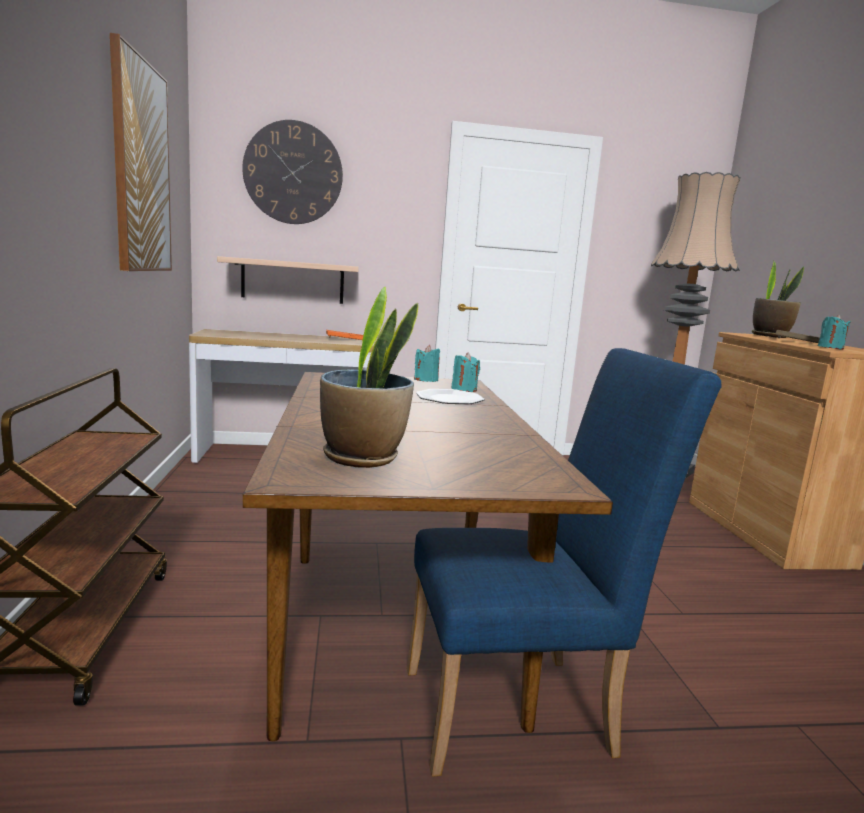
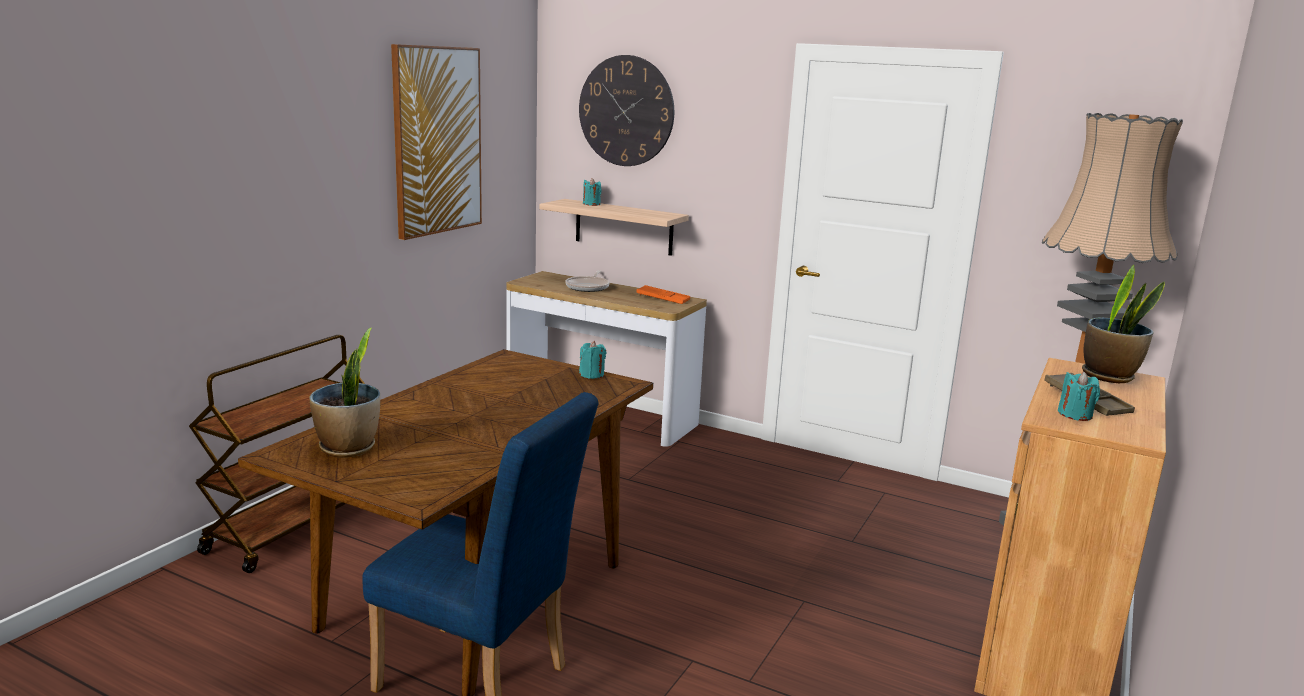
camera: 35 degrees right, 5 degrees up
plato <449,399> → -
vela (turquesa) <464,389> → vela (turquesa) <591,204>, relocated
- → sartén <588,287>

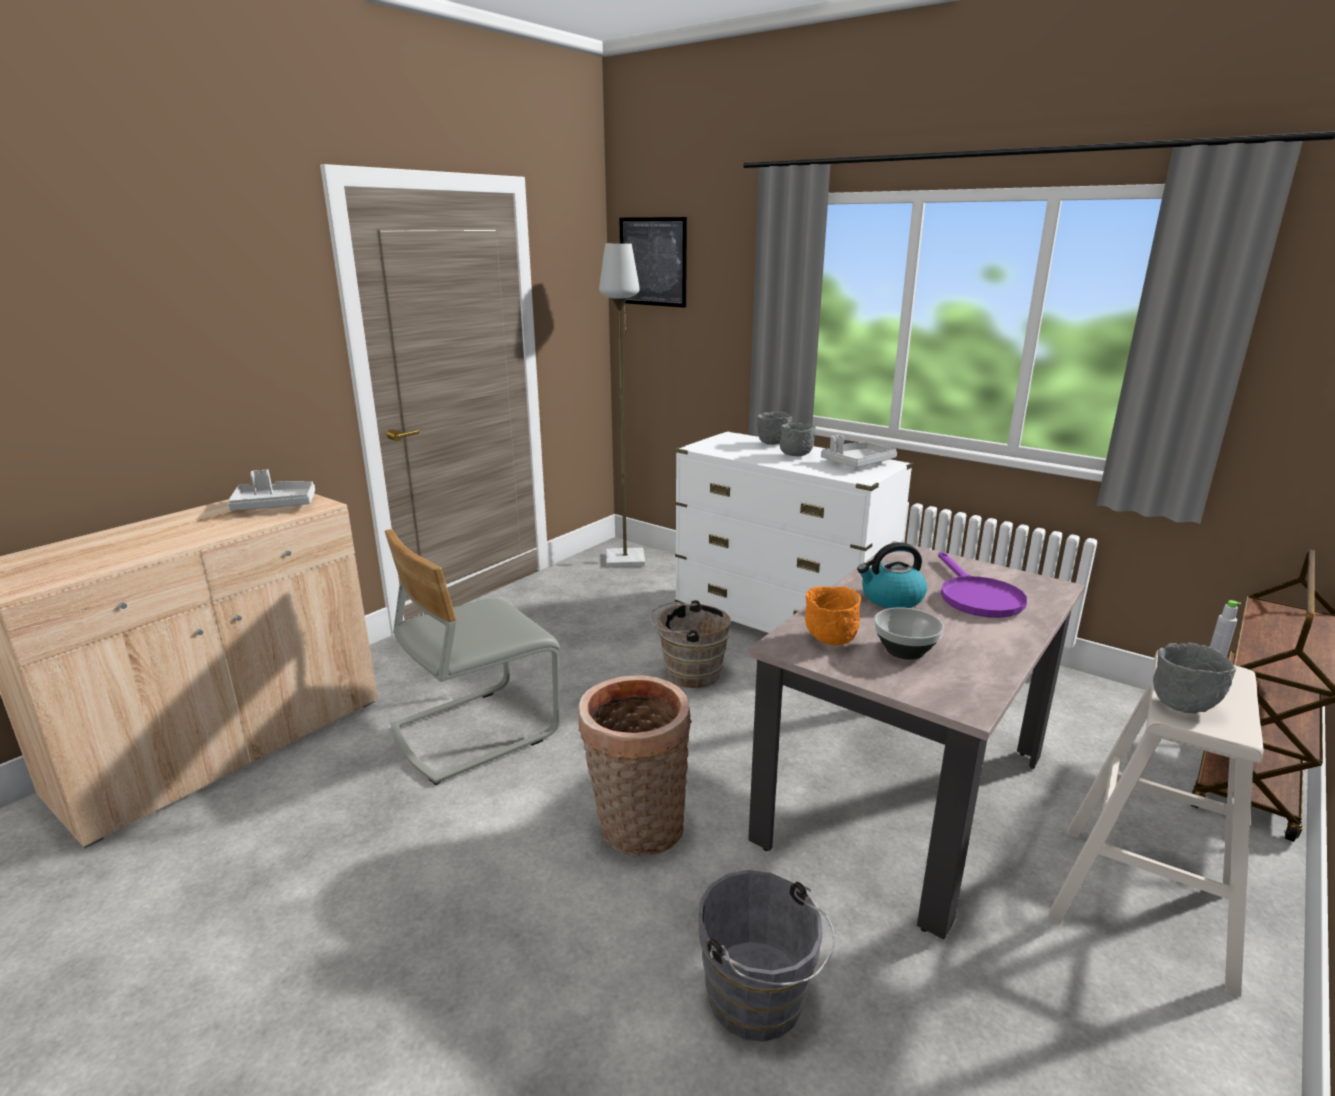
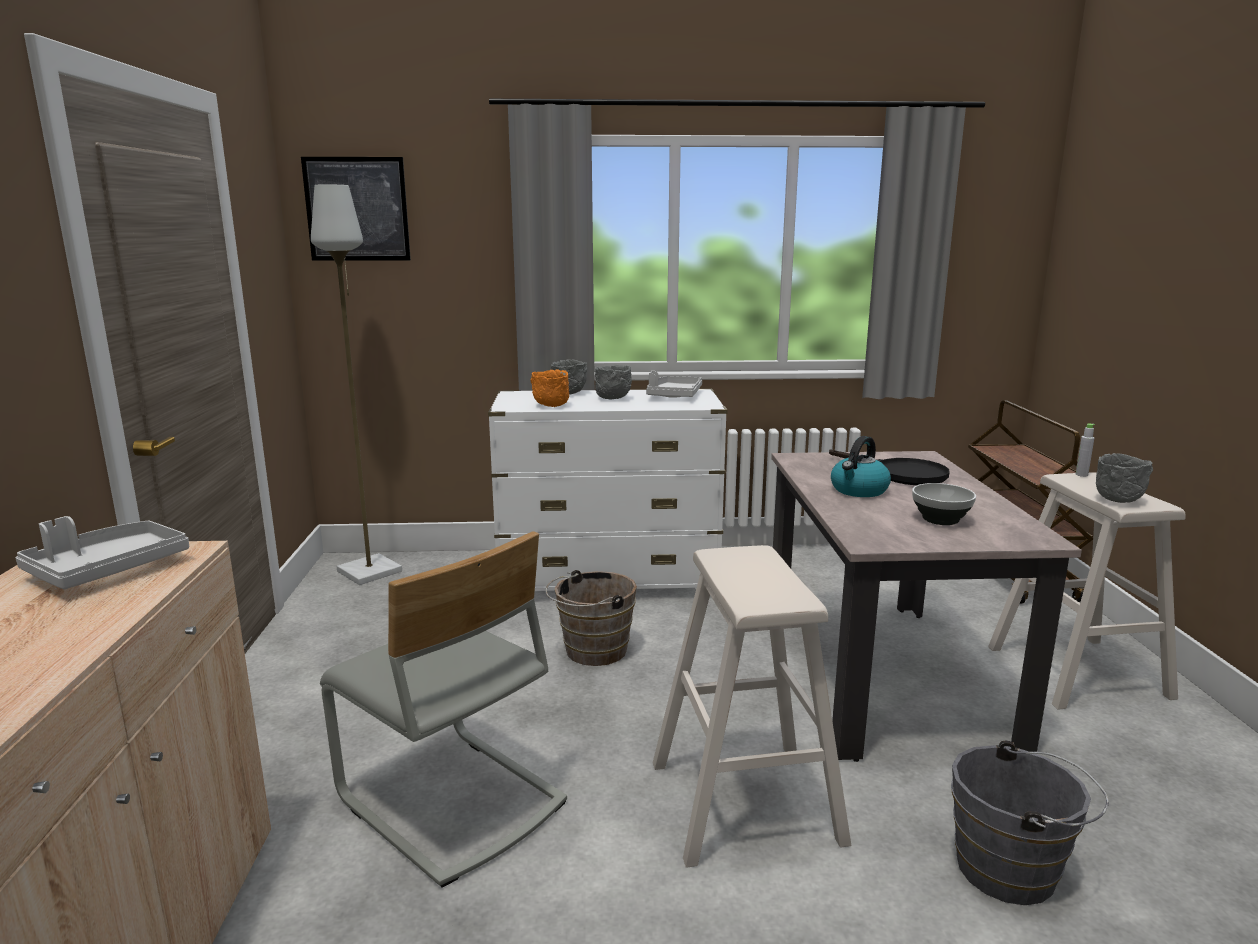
camera: 40 degrees left, 5 degrees down
silla (gris) <474,730> → silla (gris) <450,802>, 60 degrees counterclockwise
cesta <636,829> → taburete (beis) <745,802>
cuenco (naranja) <831,639> → cuenco (naranja) <551,406>, relocated
sartén (morado) <975,597> → sartén (negro) <900,474>

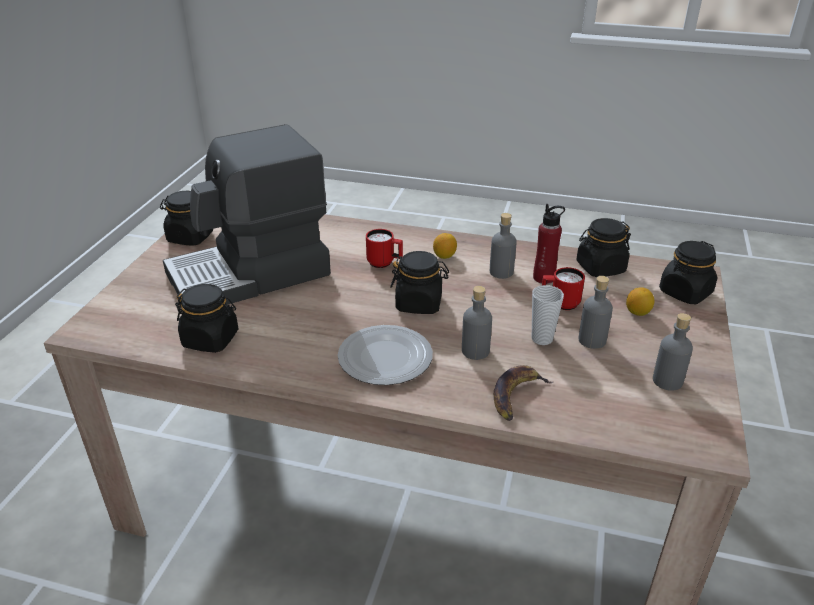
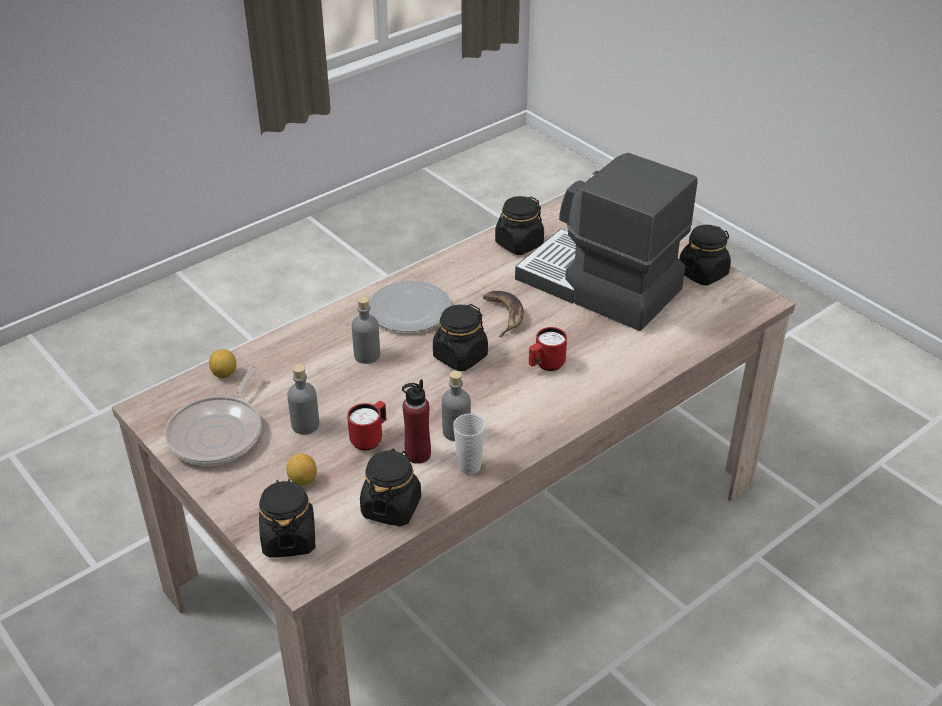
camera: 125 degrees right, 5 degrees up
cafetera <250,275> → cafetera <598,286>, 60 degrees counterclockwise
limón <444,256> → limón <224,374>, relocated
plátano <516,395> → plátano <504,315>, relocated
taza <542,339> → taza <469,467>, relocated
botella (gris) <667,381> → sartén <218,433>

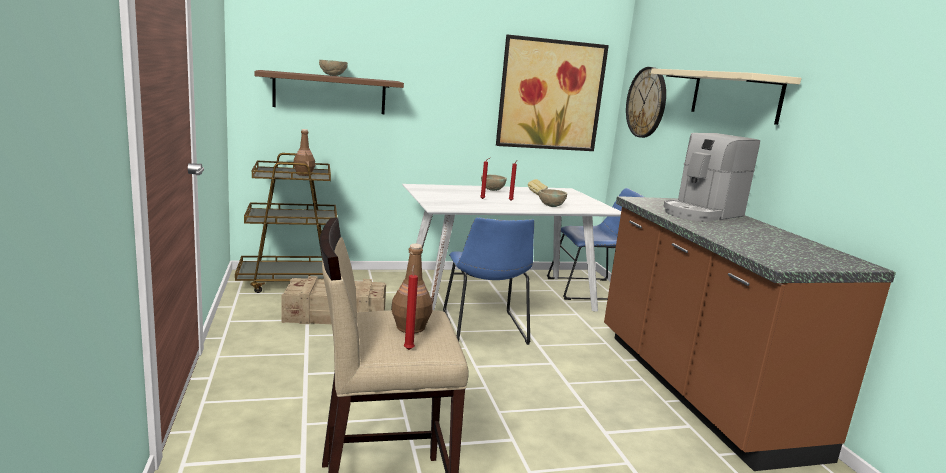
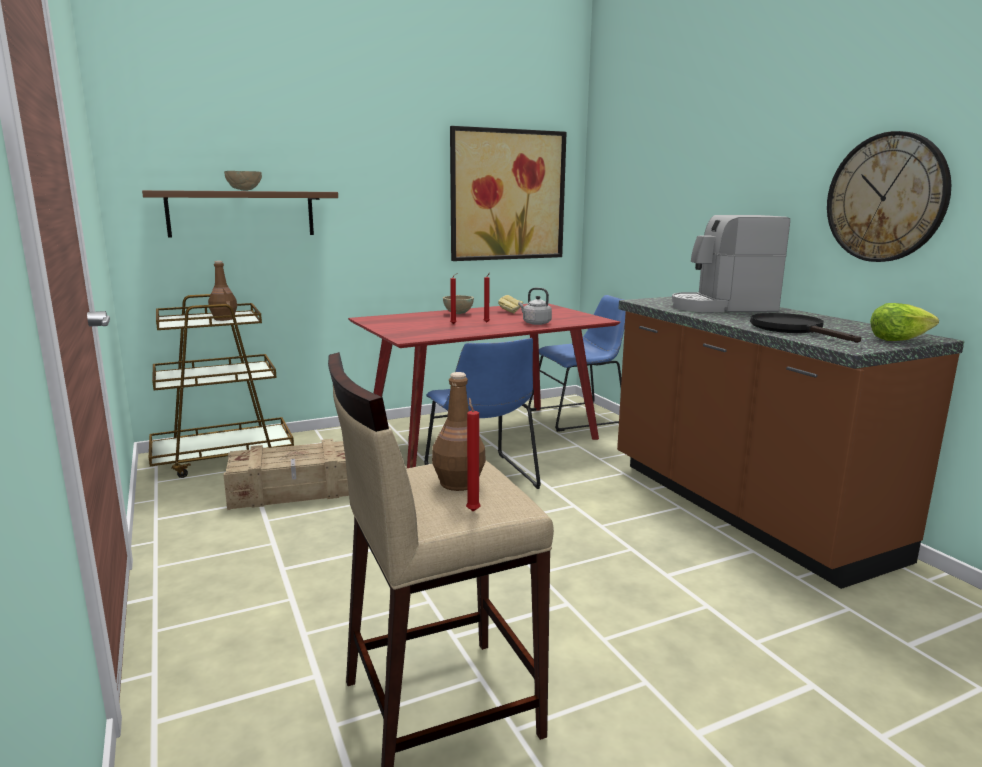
camera: 10 degrees left, 0 degrees up
mesa de comedor (blanco) <499,296> → mesa de comedor (rojo) <482,438>
cuenco (beis) <551,206> → hervidor (gris) <535,323>
reloj de pared <646,102> → reloj de pared <886,198>, relocated
estante (beis) <735,96> → -
cafetera <701,213> → cafetera <722,307>, 45 degrees clockwise
- → sartén (negro) <793,329>
- → lechuga <898,339>

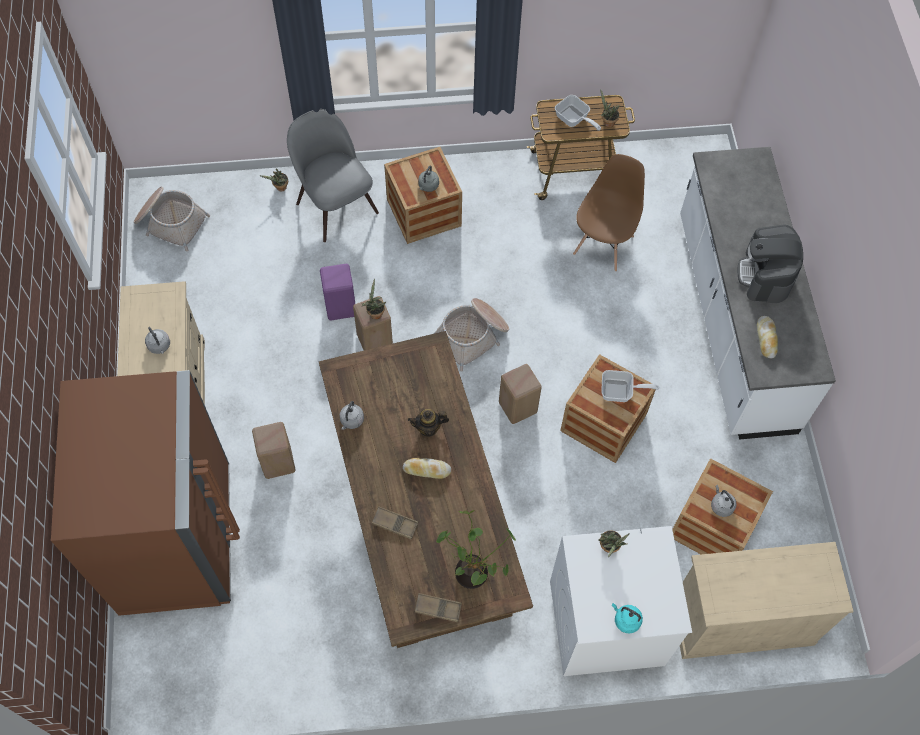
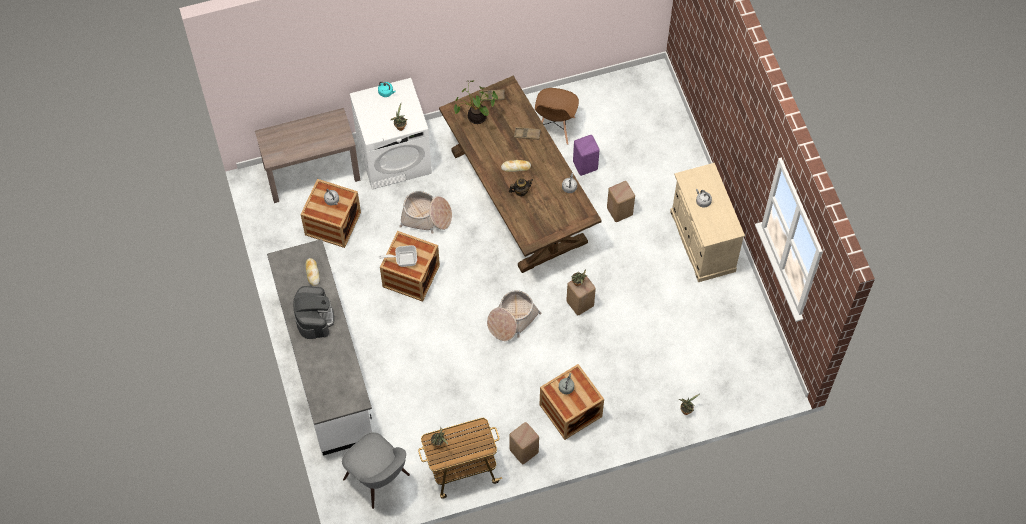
camera: 170 degrees right, 0 degrees up
nevera (marrón) <177,539> → -
cesta <170,222> → cesta <426,217>, relocated
silla (gris) <335,205> → silla (gris) <378,479>, relocated
taburete (morado) <339,306> → taburete (morado) <586,165>, relocated
taburete (beis) <519,408> → taburete (beis) <523,451>, relocated
sartén <574,120> → -
silla (marrón) <603,245> → silla (marrón) <555,128>, relocated
armario (beis) <741,620> → mesa consola (marrón) <312,173>

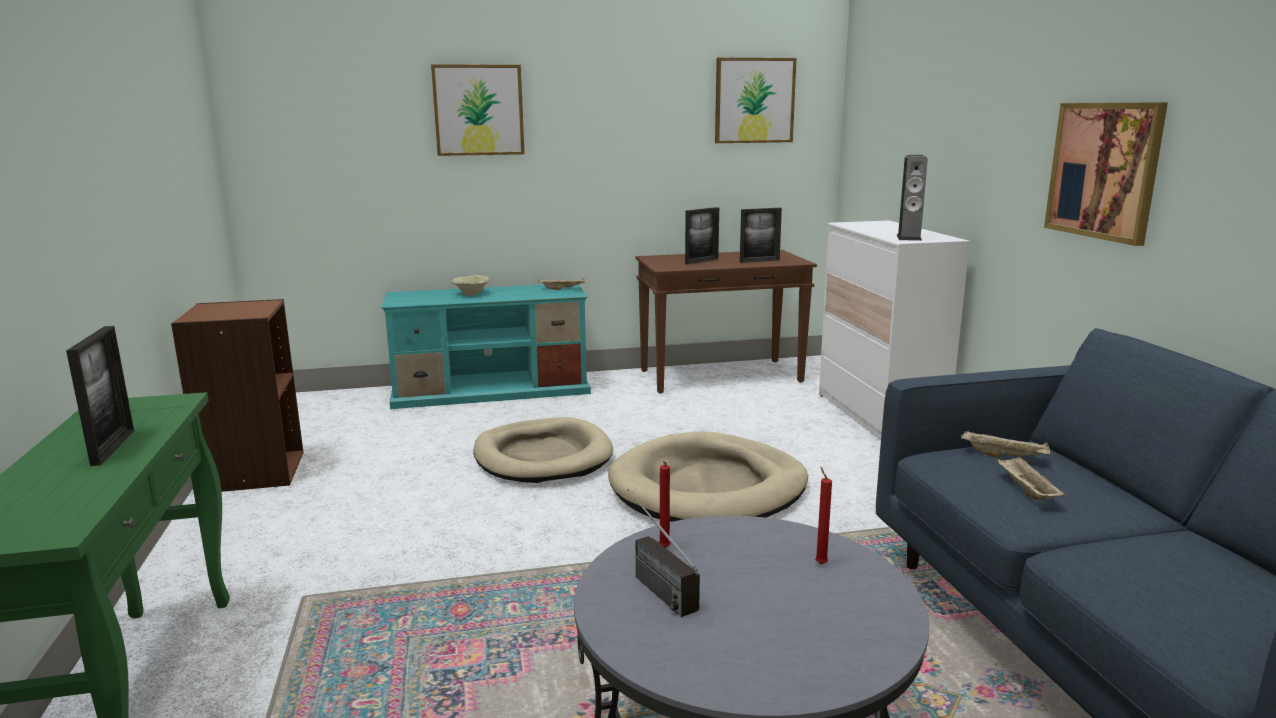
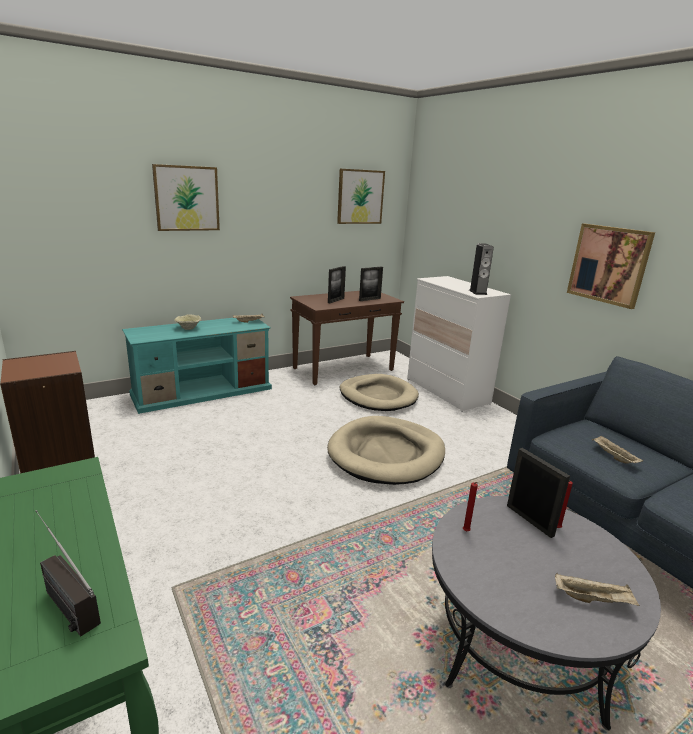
camera: 20 degrees left, 5 degrees up
portarretratos <113,447> → portarretratos <529,520>, relocated
cama para perro (beis) <543,456> → cama para perro (beis) <378,396>, relocated
radio <651,583> → radio <61,597>, relocated
bandeja (beis) <1005,456> → bandeja (beis) <593,599>, relocated

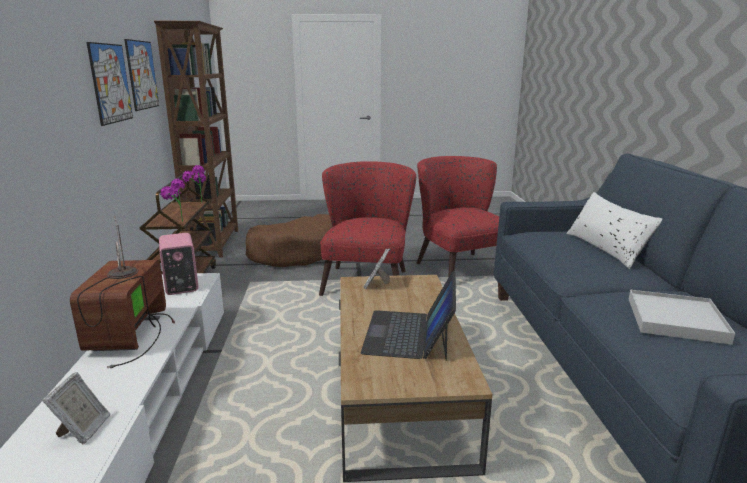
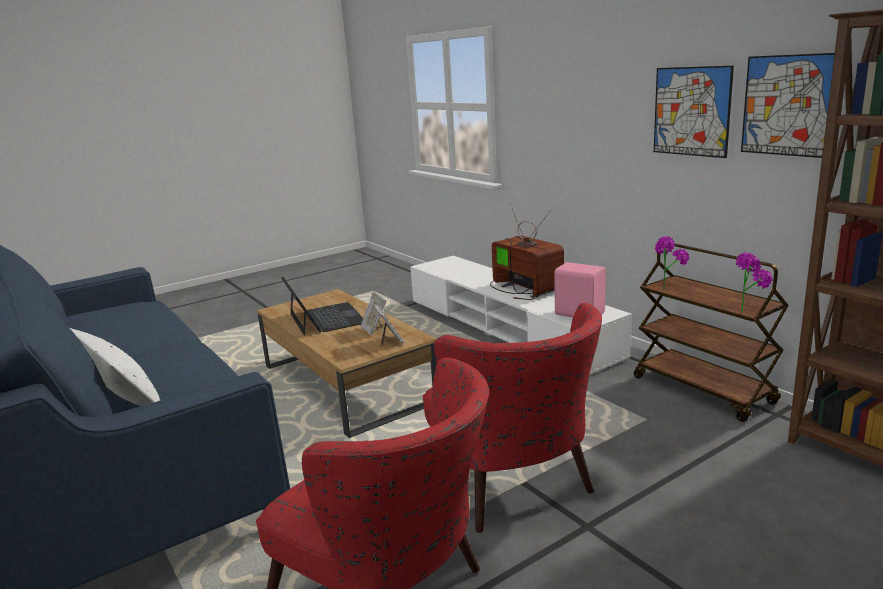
camera: 150 degrees right, 0 degrees up
portarretratos <83,430> → portarretratos <374,329>, relocated
cama para perro (marrón) <297,253> → -
bandeja (blanco) <676,320> → -

